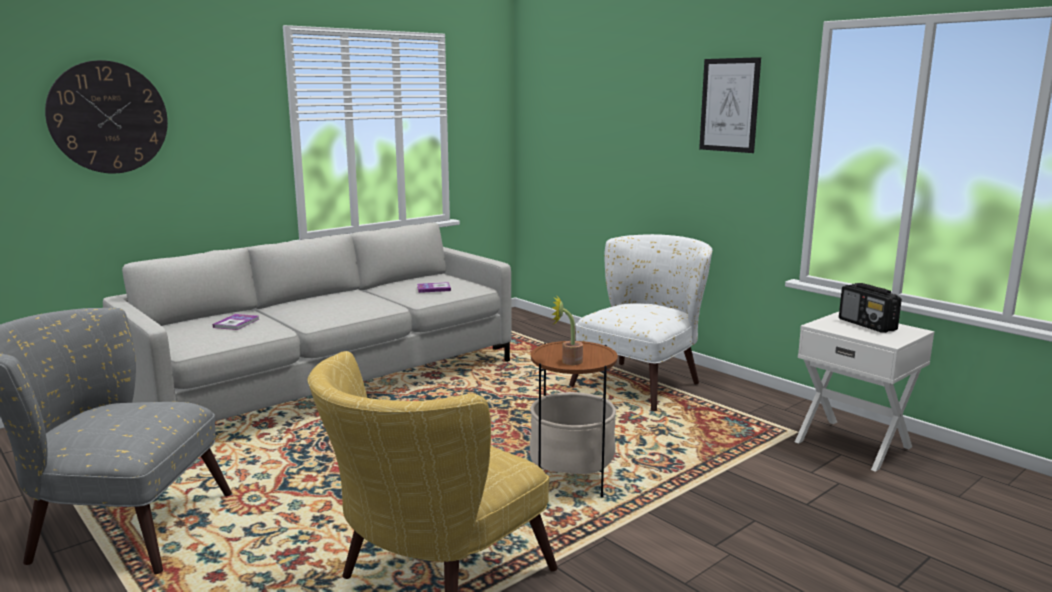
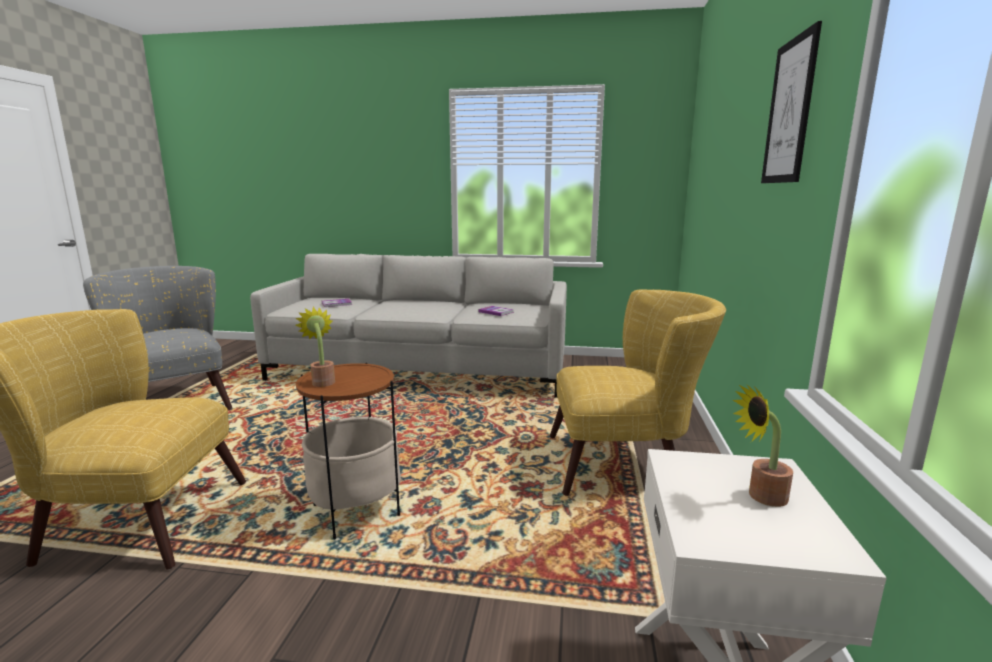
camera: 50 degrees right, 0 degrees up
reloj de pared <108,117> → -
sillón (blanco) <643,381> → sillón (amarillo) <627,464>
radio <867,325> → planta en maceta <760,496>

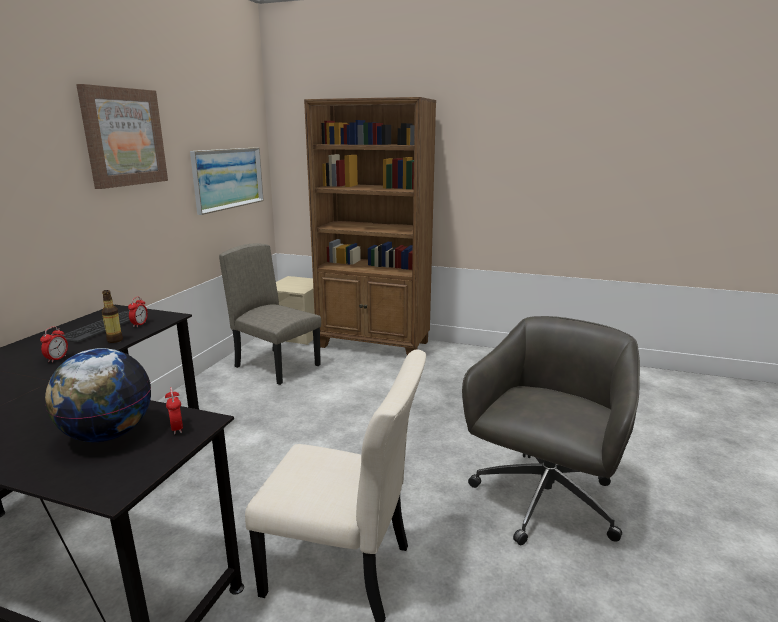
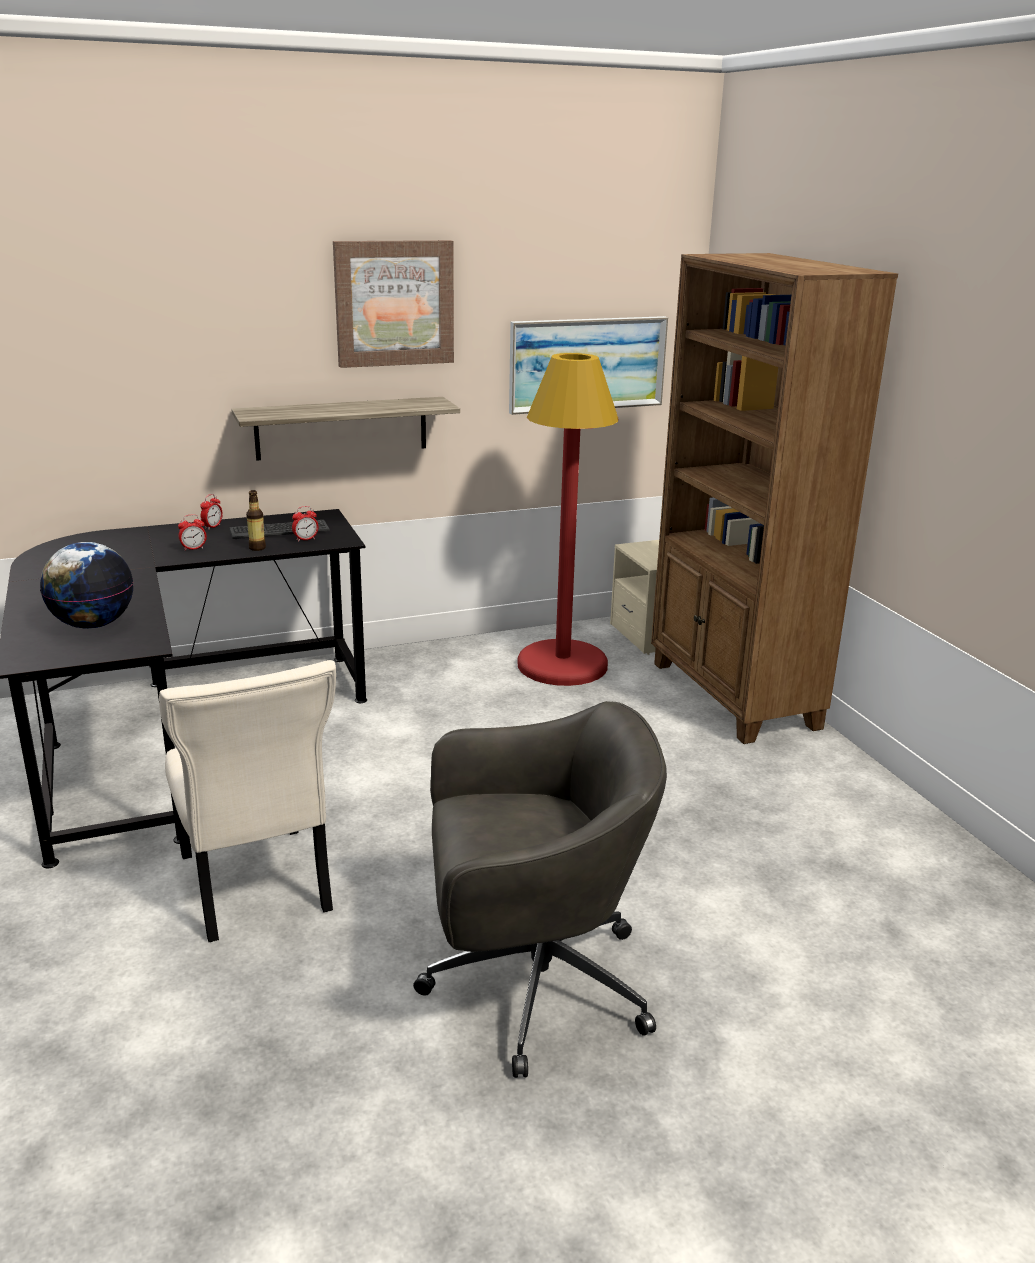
camera: 50 degrees right, 5 degrees up
despertador <177,428> → despertador <212,527>, relocated
silla (beis) <278,366> → lámpara de pie (rojo) <562,665>
- → estante <341,428>

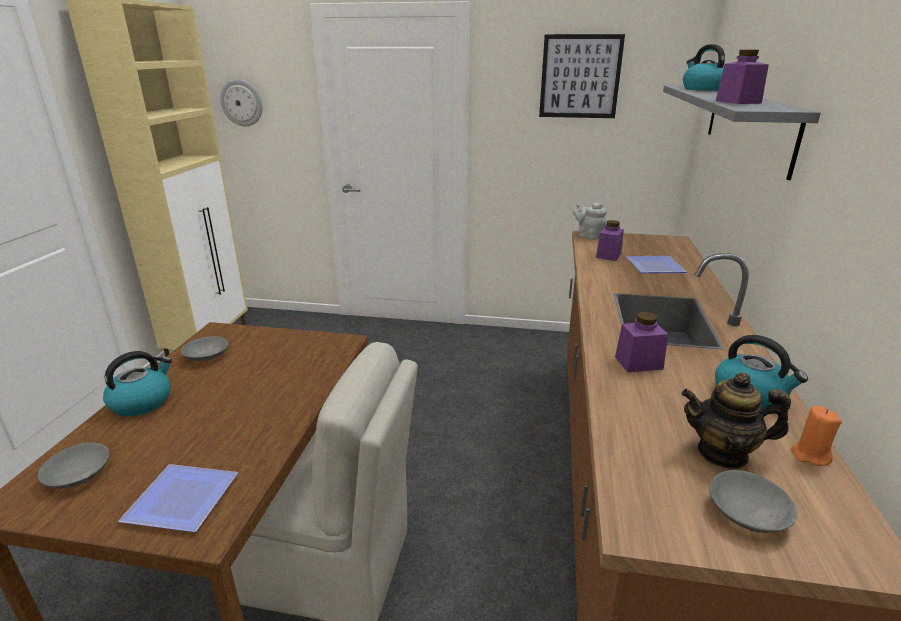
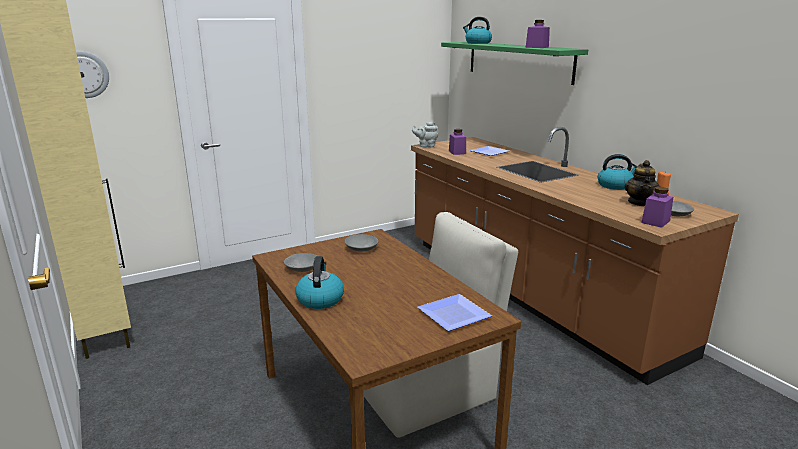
camera: 40 degrees left, 5 degrees down
cuenco (gris) <78,476> → cuenco (gris) <362,248>, relocated
cuadro <580,77> → -
tarro (morado) <638,363> → tarro (morado) <655,222>, relocated
estante (gris) <747,124> → estante (verde) <518,61>
tetera <723,453> → tetera <640,203>, 45 degrees counterclockwise

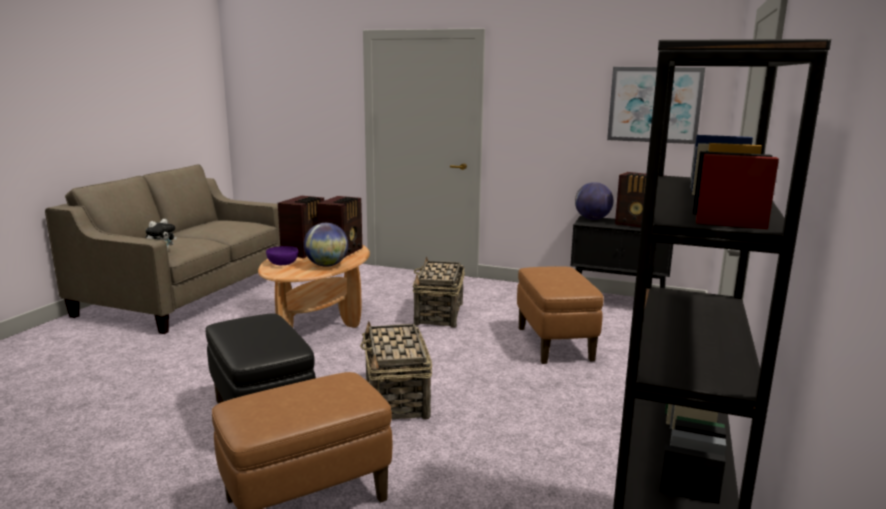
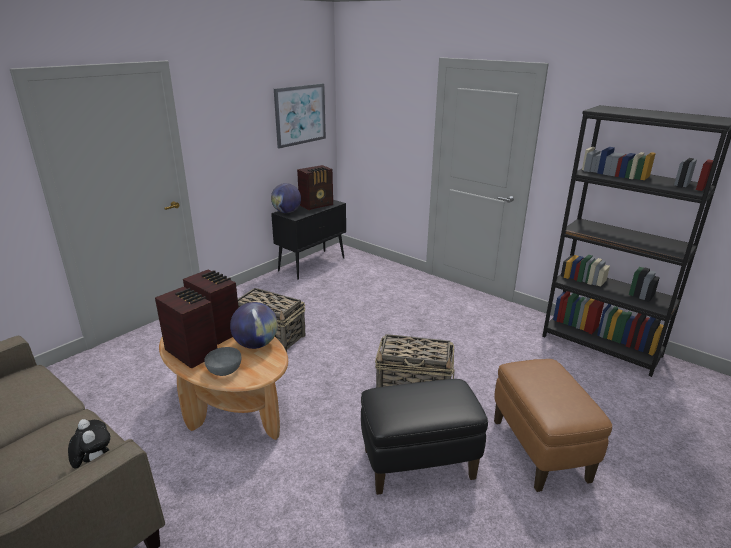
camera: 70 degrees left, 10 degrees up
cuenco (morado) <282,263> → cuenco (gris) <224,370>
puf (marrón) <554,344> → -

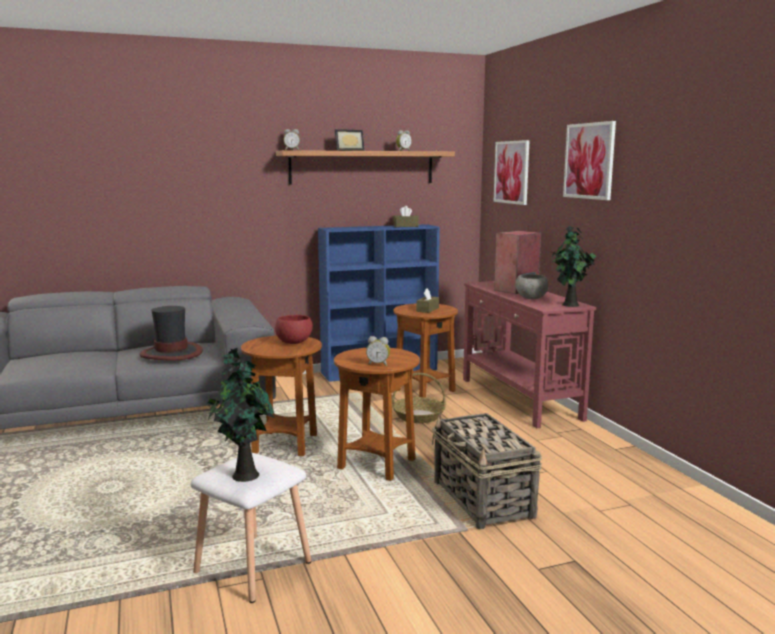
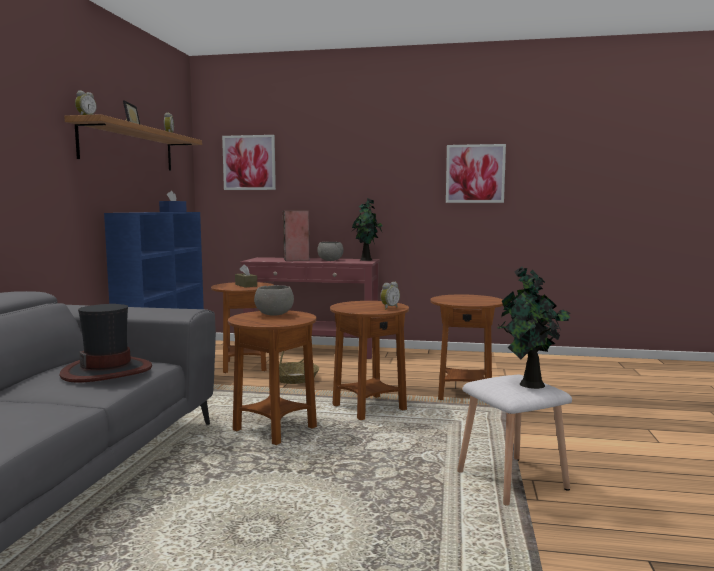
camera: 60 degrees left, 5 degrees down
cuenco (rojo) <293,342> → cuenco (gris) <273,314>
caja de pañuelos (marrón) <406,226> → caja de pañuelos (azul) <173,211>
cesta <483,500> → mesa auxiliar (marrón) <465,394>
cuadro <589,161> → cuadro <475,173>, relocated

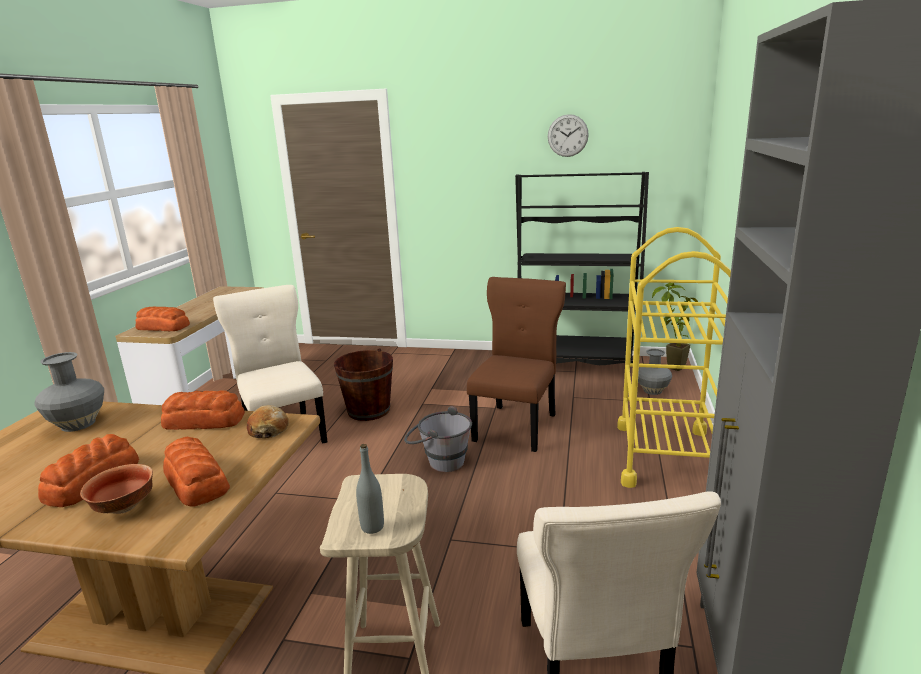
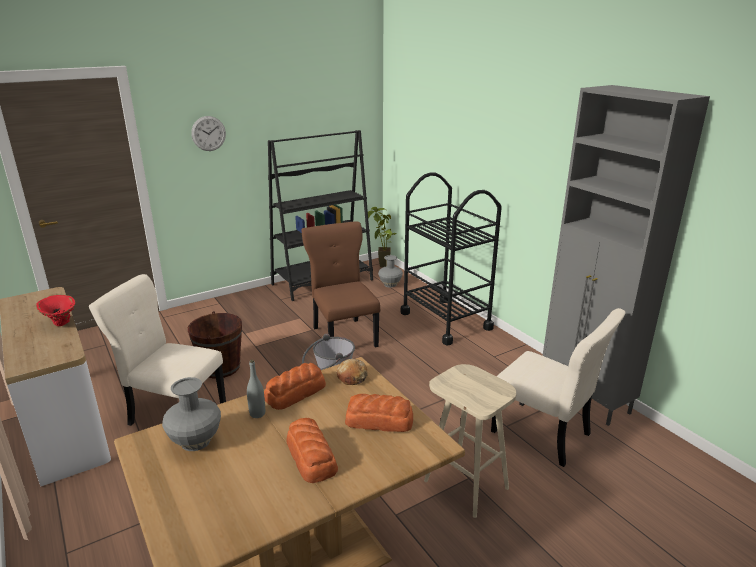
camera: 45 degrees left, 5 degrees up
cuenco <125,507> → -
pan <162,327> → -
botella (gris) <372,527> → botella (gris) <257,413>, relocated
reloj de pared <567,135> → reloj de pared <208,133>, relocated
carrito (amarillo) <666,456> → carrito (negro) <445,320>
- → florero (rojo) <60,324>

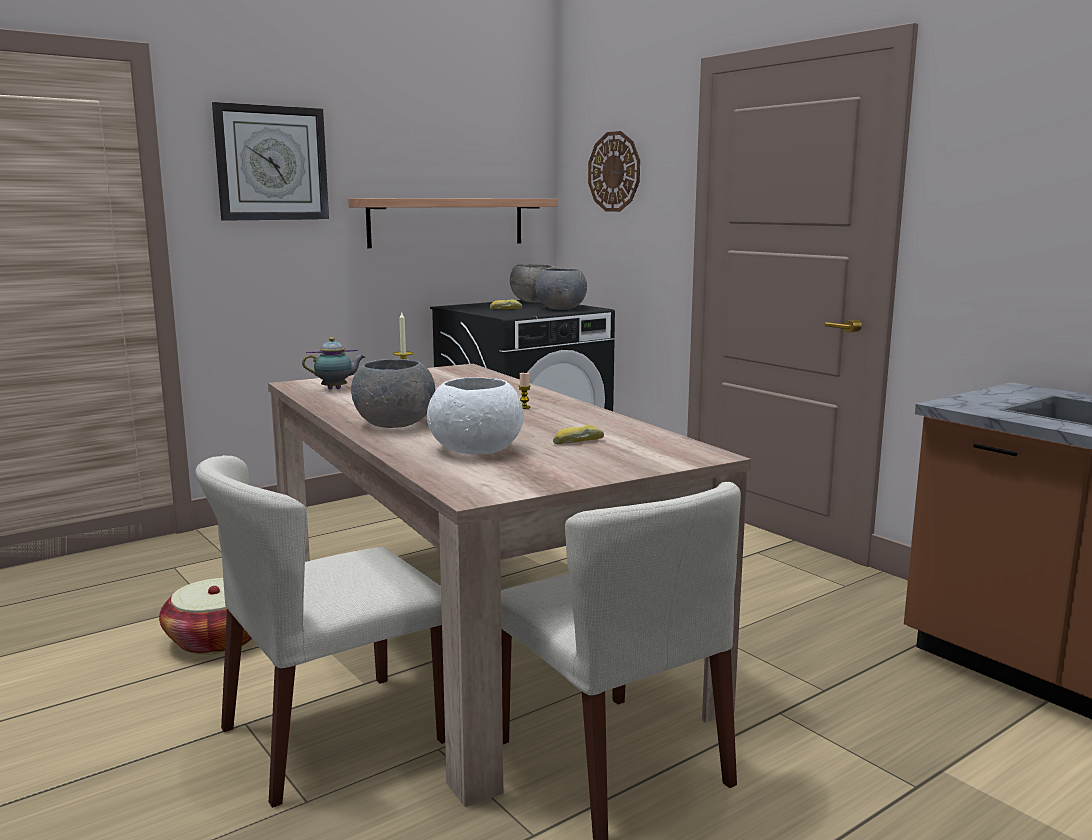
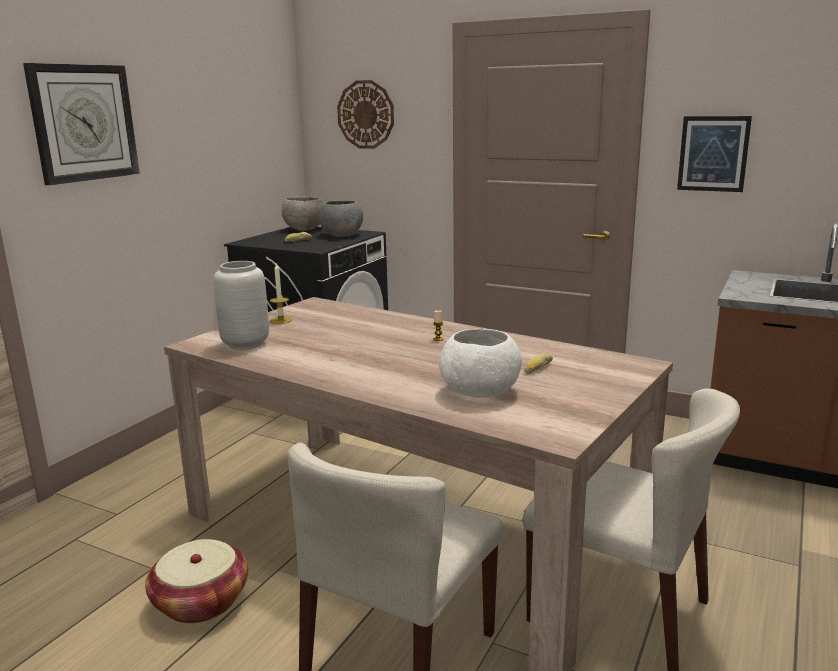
camera: 25 degrees left, 5 degrees up
tetera <336,389> → florero (gris) <245,344>
estante <447,222> → -
cuenco (gris) <394,424> → -
- → cuadro <713,154>

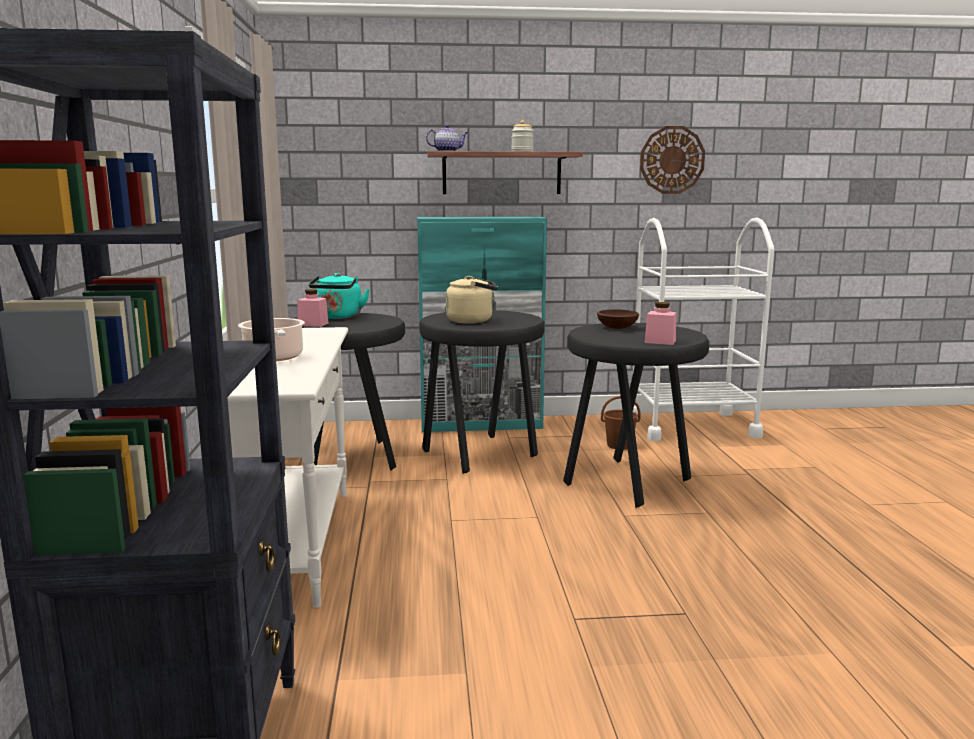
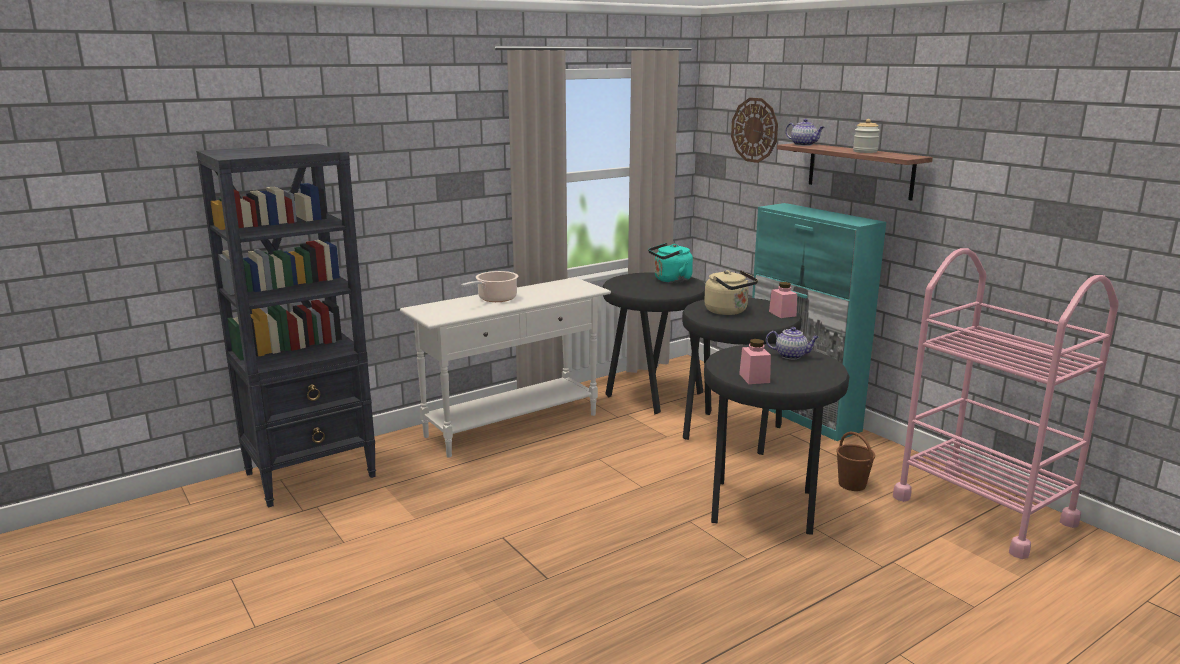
camera: 60 degrees right, 5 degrees up
tarro (rosa) <313,324> → tarro (rosa) <782,314>, relocated
cuenco (marrón) <617,327> → tetera <791,356>
carrito (blanco) <691,426> → carrito (rosa) <983,510>
reloj de pared <672,160> → reloj de pared <754,130>, relocated

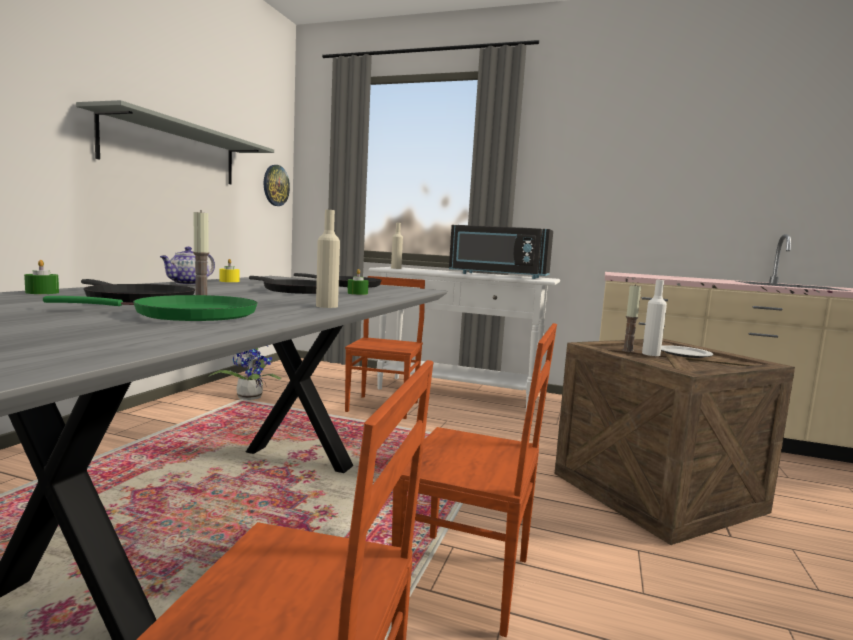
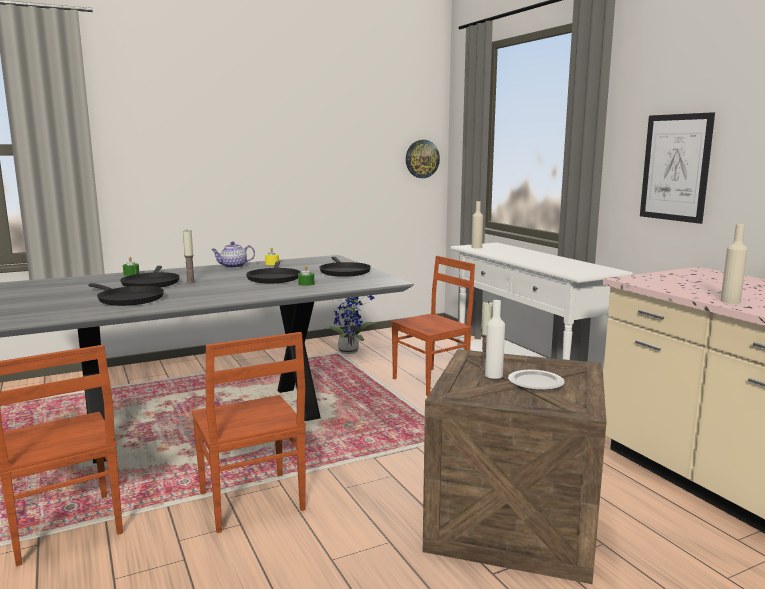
camera: 45 degrees right, 5 degrees up
sartén (verde) <187,315> → sartén (negro) <128,299>
estante (gris) <173,152> → -
botella (beis) <327,306> → botella (beis) <730,301>, relocated
microondas (negro) <498,275> → -
- → cuadro <675,167>

